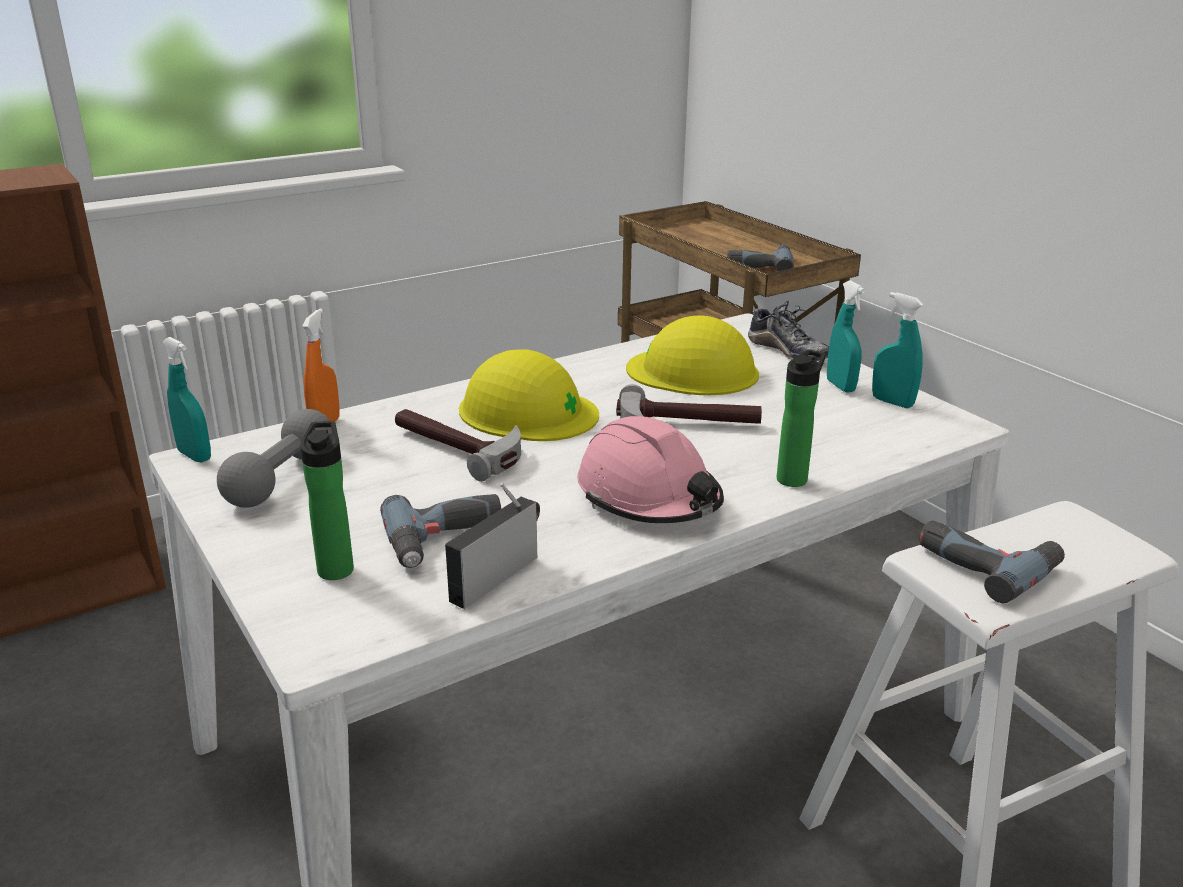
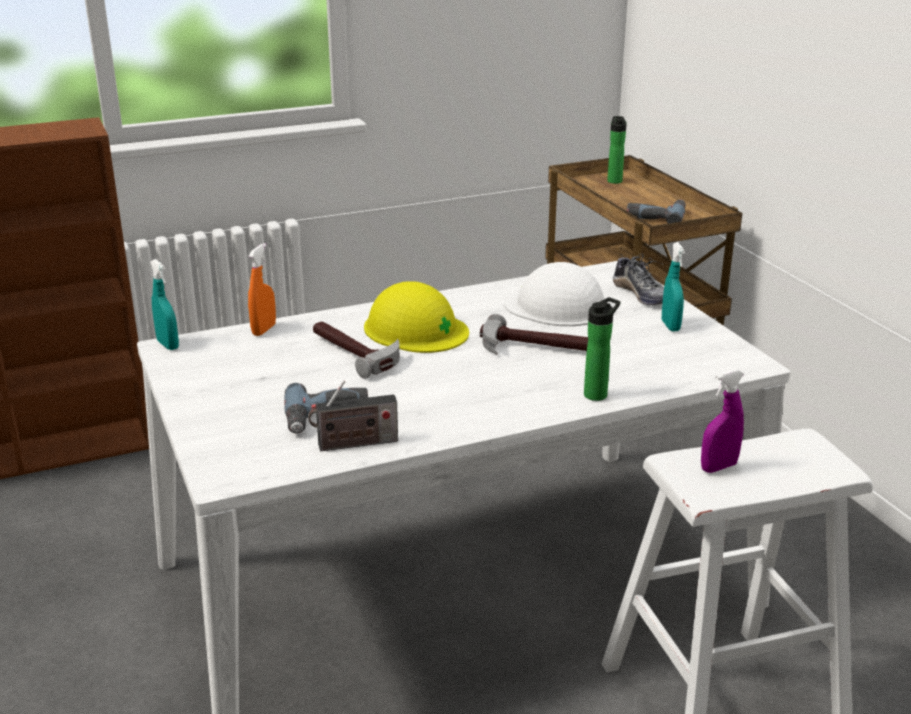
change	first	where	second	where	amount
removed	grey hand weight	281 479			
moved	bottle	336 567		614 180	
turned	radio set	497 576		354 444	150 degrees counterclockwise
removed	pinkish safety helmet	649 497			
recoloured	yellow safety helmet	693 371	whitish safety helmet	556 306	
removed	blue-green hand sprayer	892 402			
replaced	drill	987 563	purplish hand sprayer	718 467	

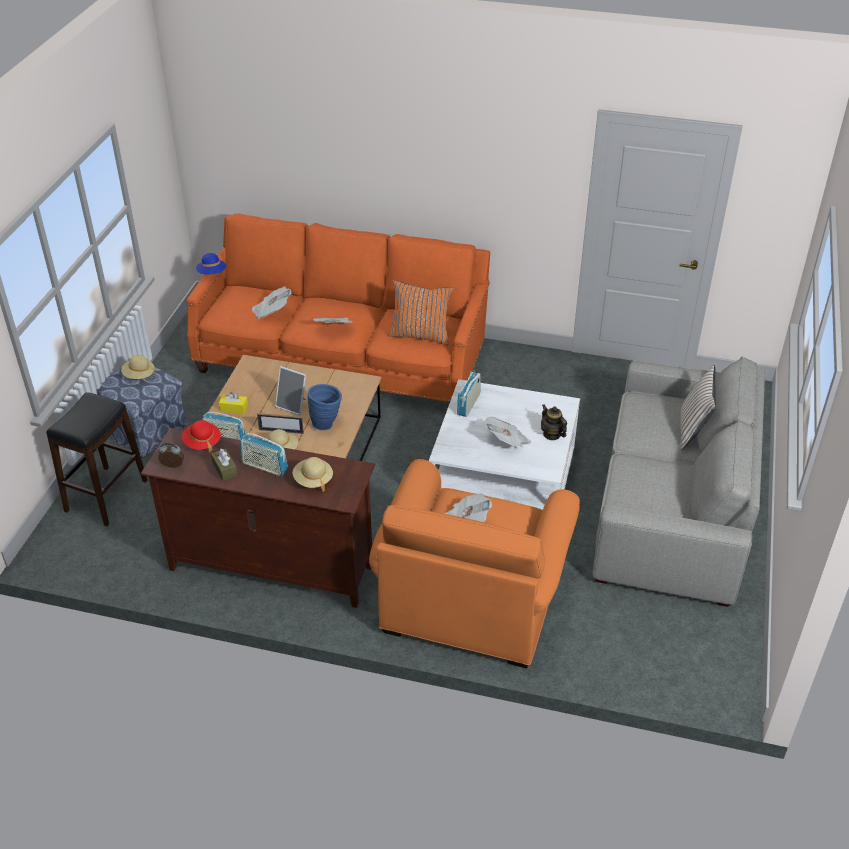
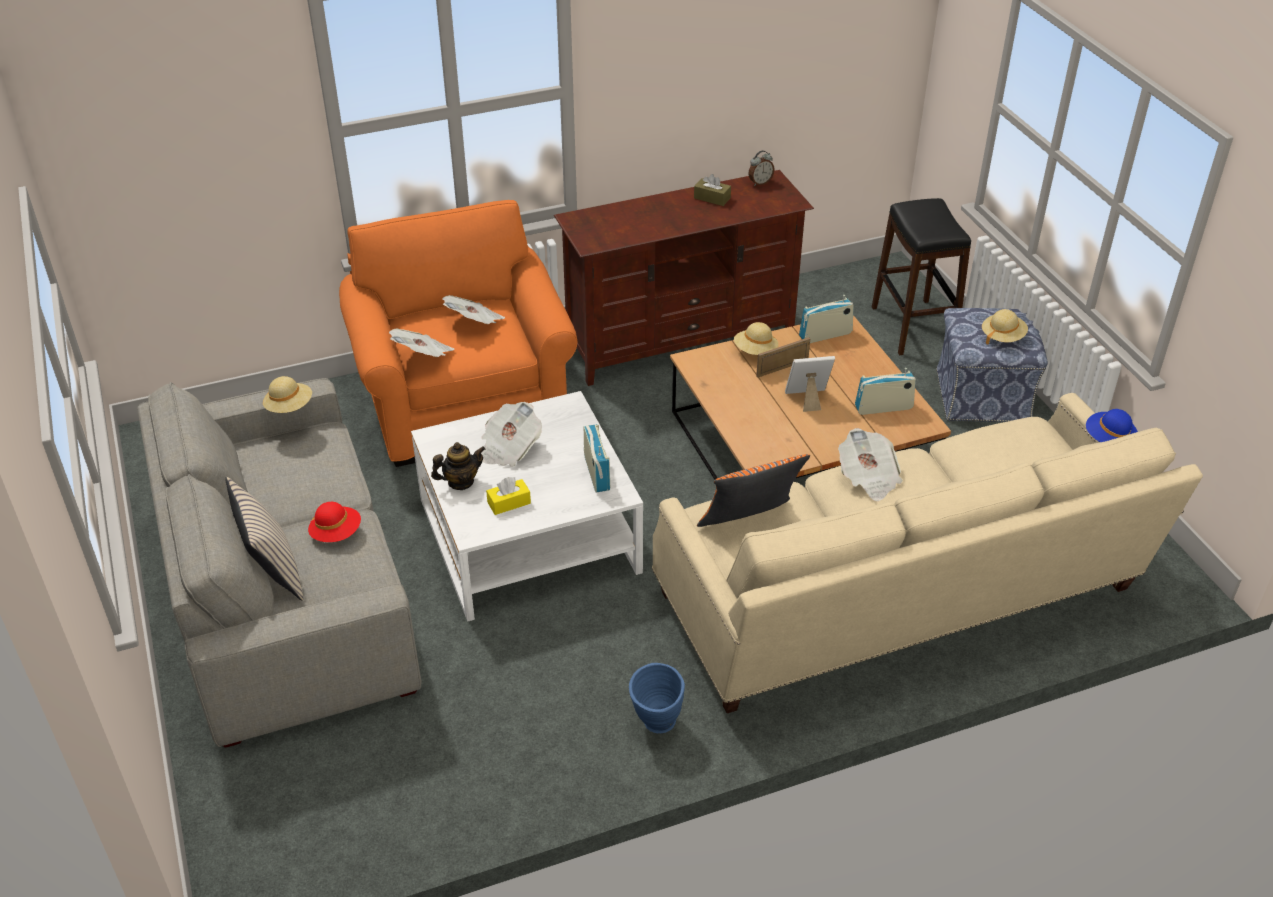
change	first	where	second	where	amount
moved	red hat	202 443		336 533	
recoloured	orange couch	343 358	beige-coloured couch	899 599	
moved	yellow tissue box	234 408		509 503	
moved	radio set	264 467		883 408	
moved	printed paper	271 311		423 356	
moved	beige-coloured hat	313 480		289 407	
moved	bluish flower vase	326 423		656 726	
turned	tea pot	552 434		460 482	45 degrees counterclockwise

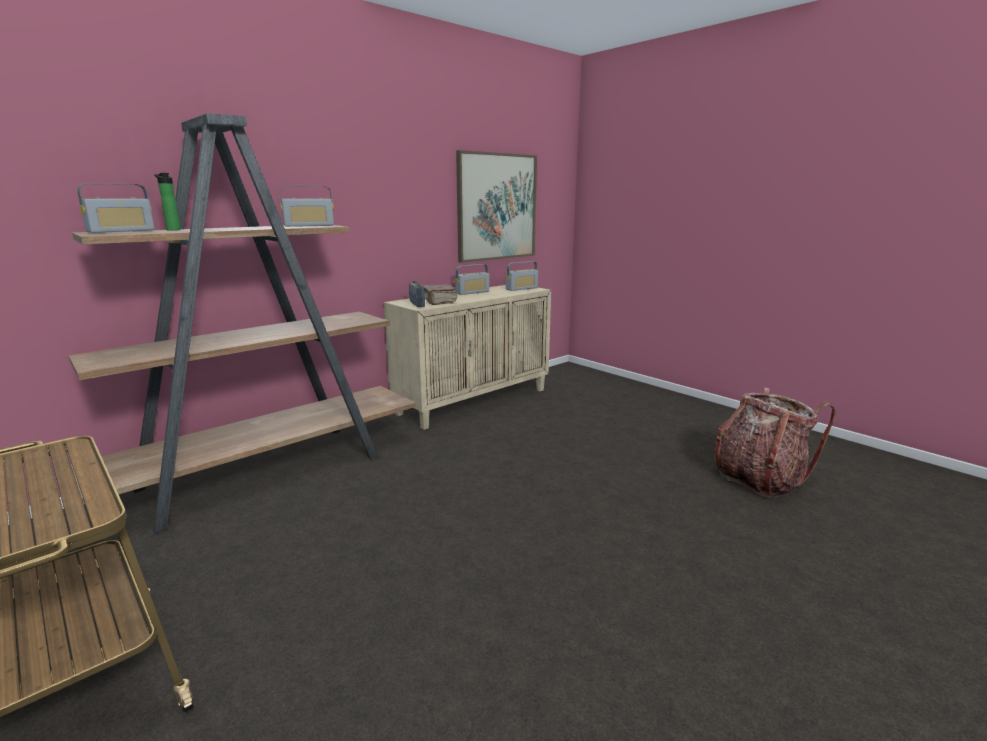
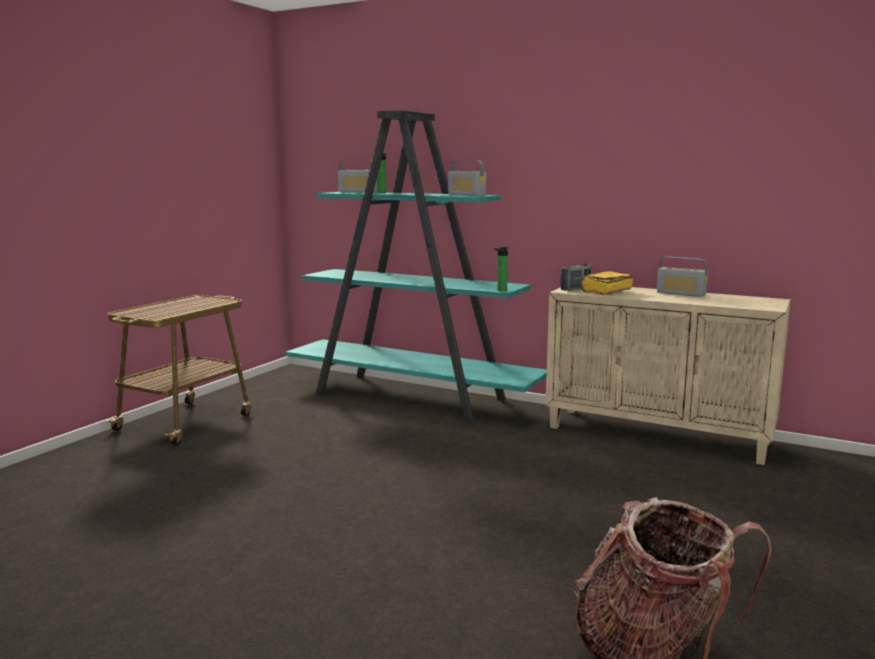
change	first	where	second	where	amount
recoloured	brown shelving unit	266 471	blue-green shelving unit	412 397	
recoloured	brown book	439 301	yellow book	606 291	
removed	wall picture	497 207			
removed	radio set	521 288			
added			bottle	500 290	

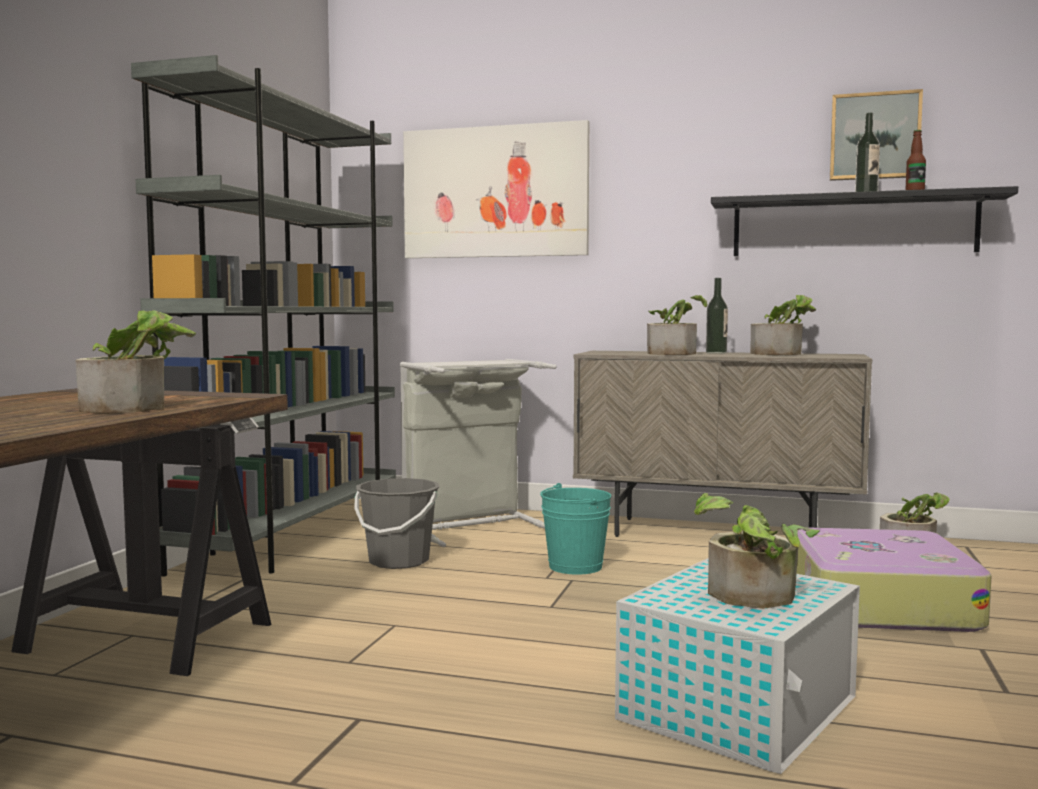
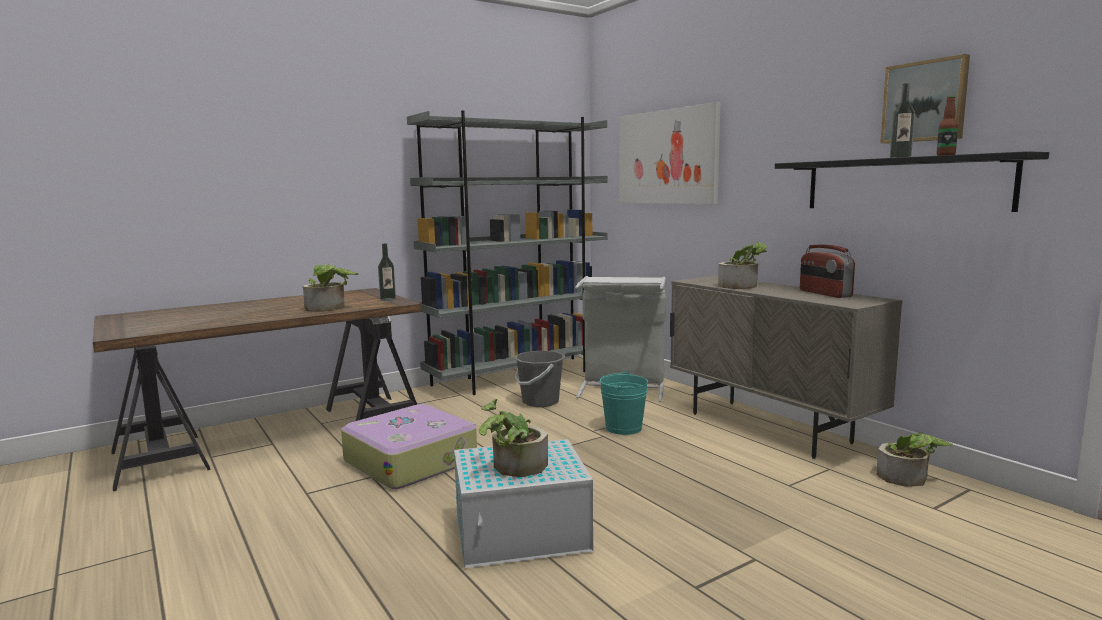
change	first	where	second	where	amount
moved	bottle	716 353		388 299	
replaced	houseplant	783 354	radio set	824 293	
moved	piece of luggage	879 603		411 460	

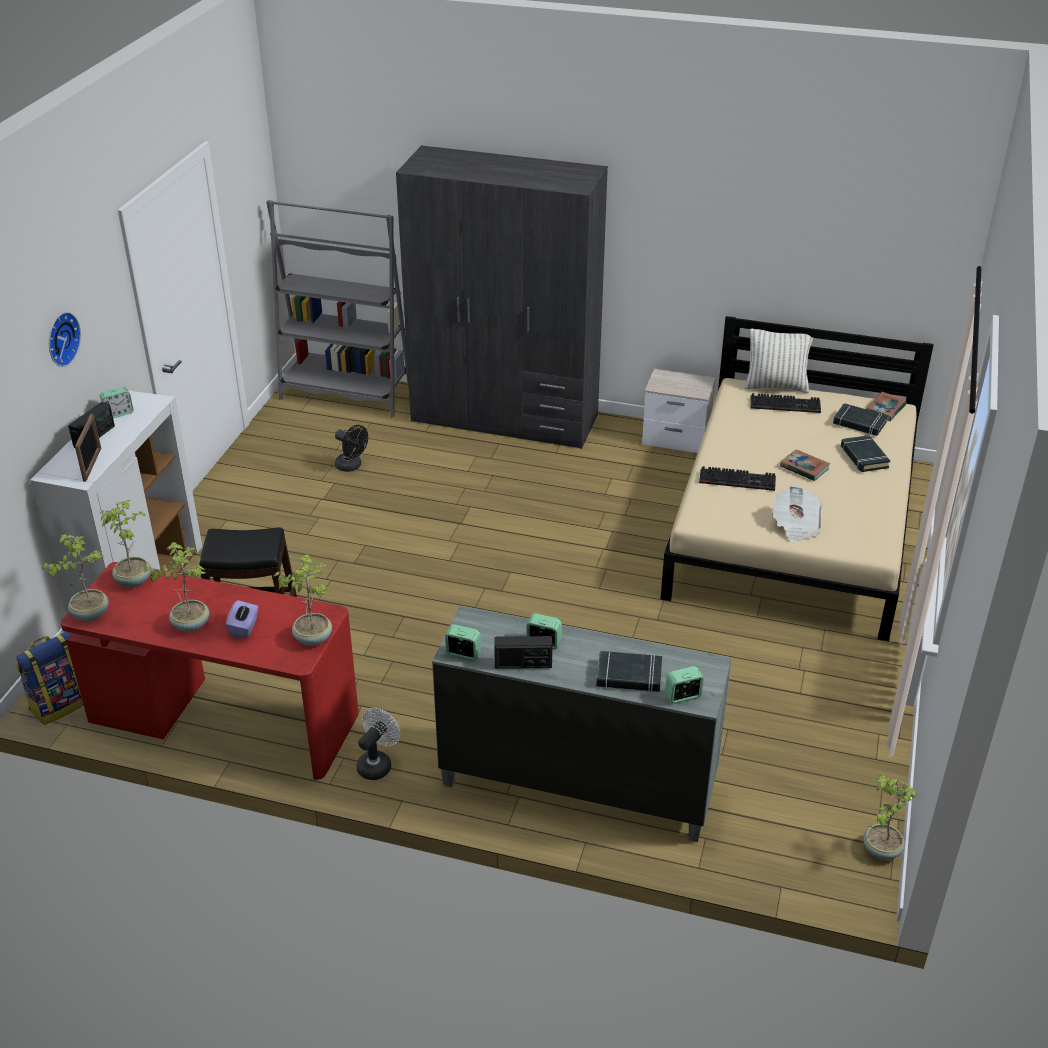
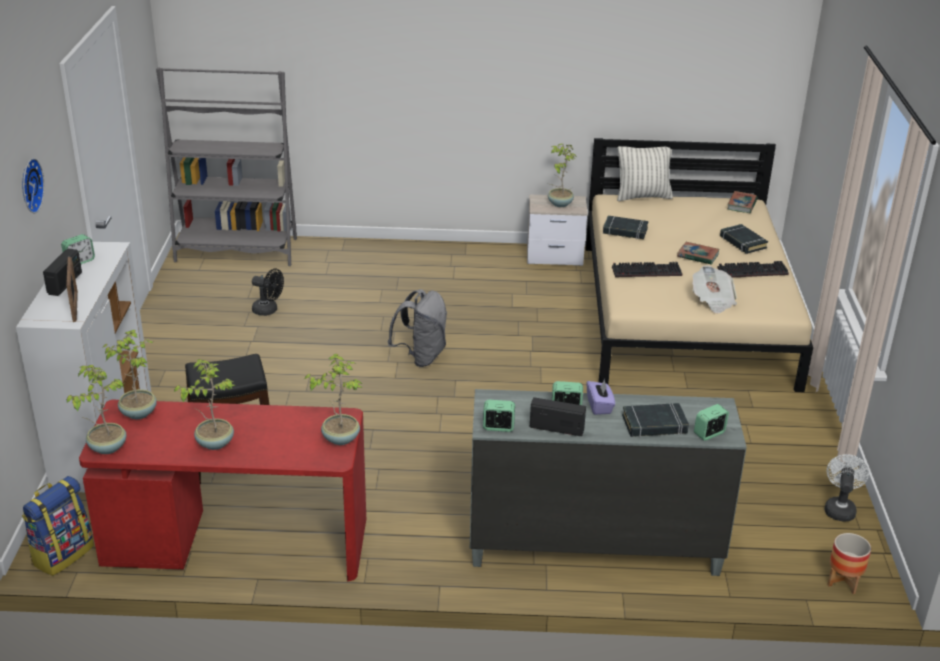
change	first	where	second	where	amount
moved	purplish tissue box	244 628		599 406	
moved	whitish electric fan	377 764		839 508	
removed	grey wardrobe	505 418			
turned	radio set	523 664		556 428	150 degrees counterclockwise
moved	computer keyboard	786 404		753 271	
moved	black book	859 423		625 231	
moved	houseplant	880 850		559 204	
added			grey backpack	421 356	
added			flower pot	843 581	

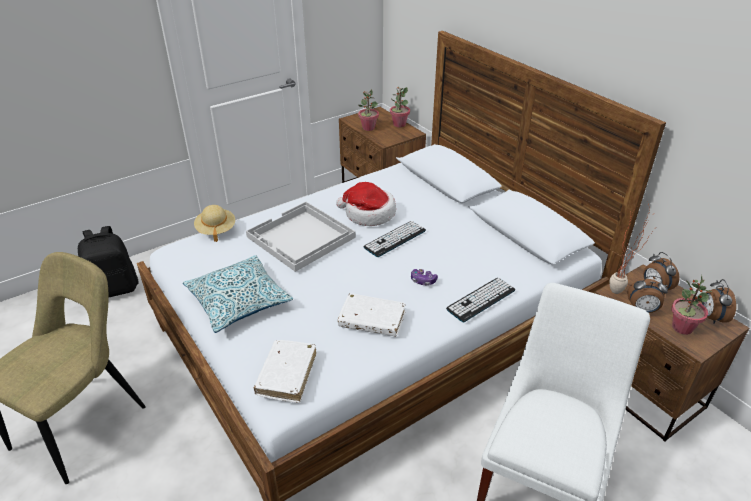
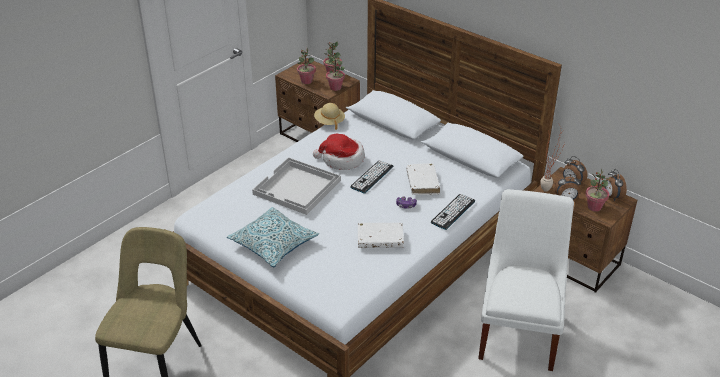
change	first	where	second	where	amount
removed	black backpack	114 289			
moved	beige-coloured hat	216 230		329 122	
moved	whitish book	287 375		422 183	
added			houseplant	335 88	

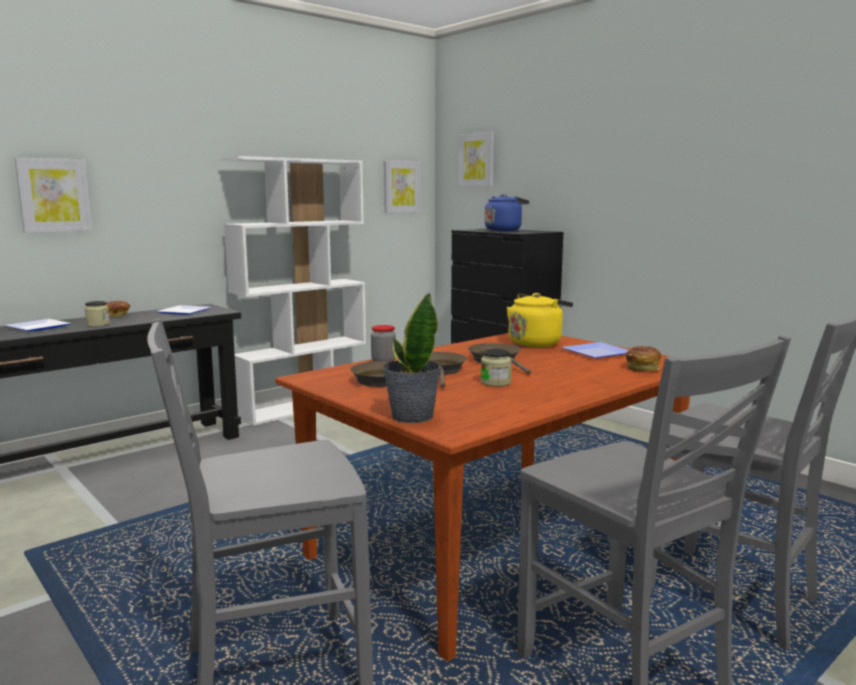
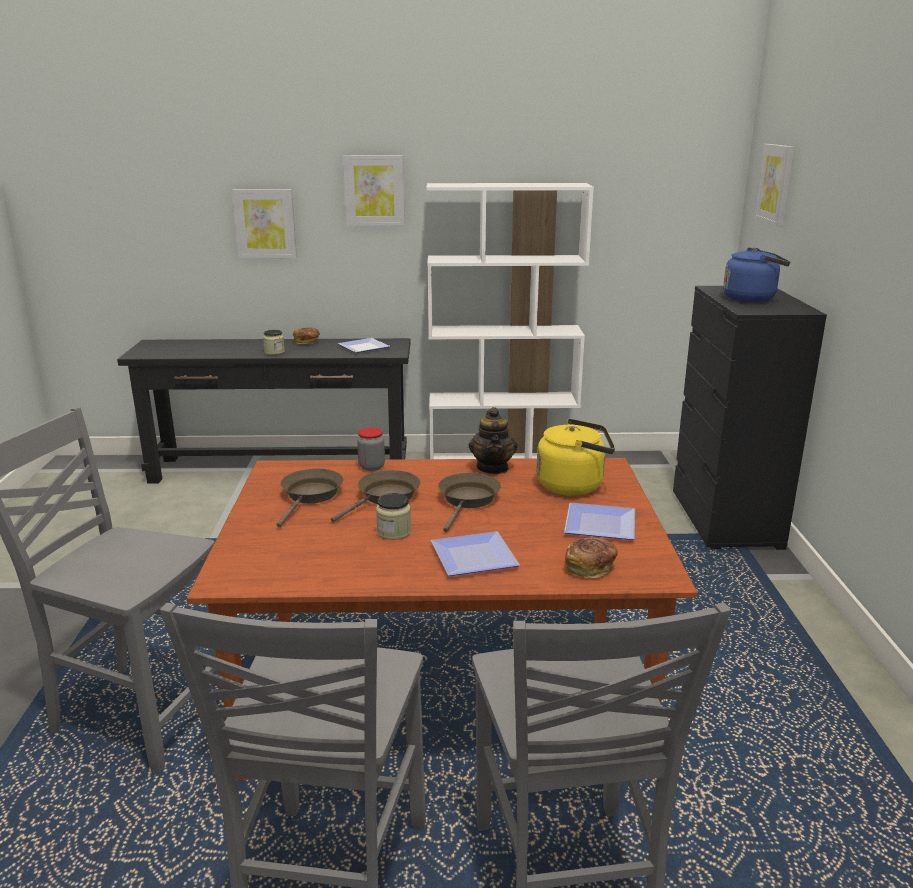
change	first	where	second	where	amount
moved	flat dish	39 327		475 555	
removed	houseplant	411 416			
moved	wall picture	401 187		374 190	
added			tea pot	493 468	

